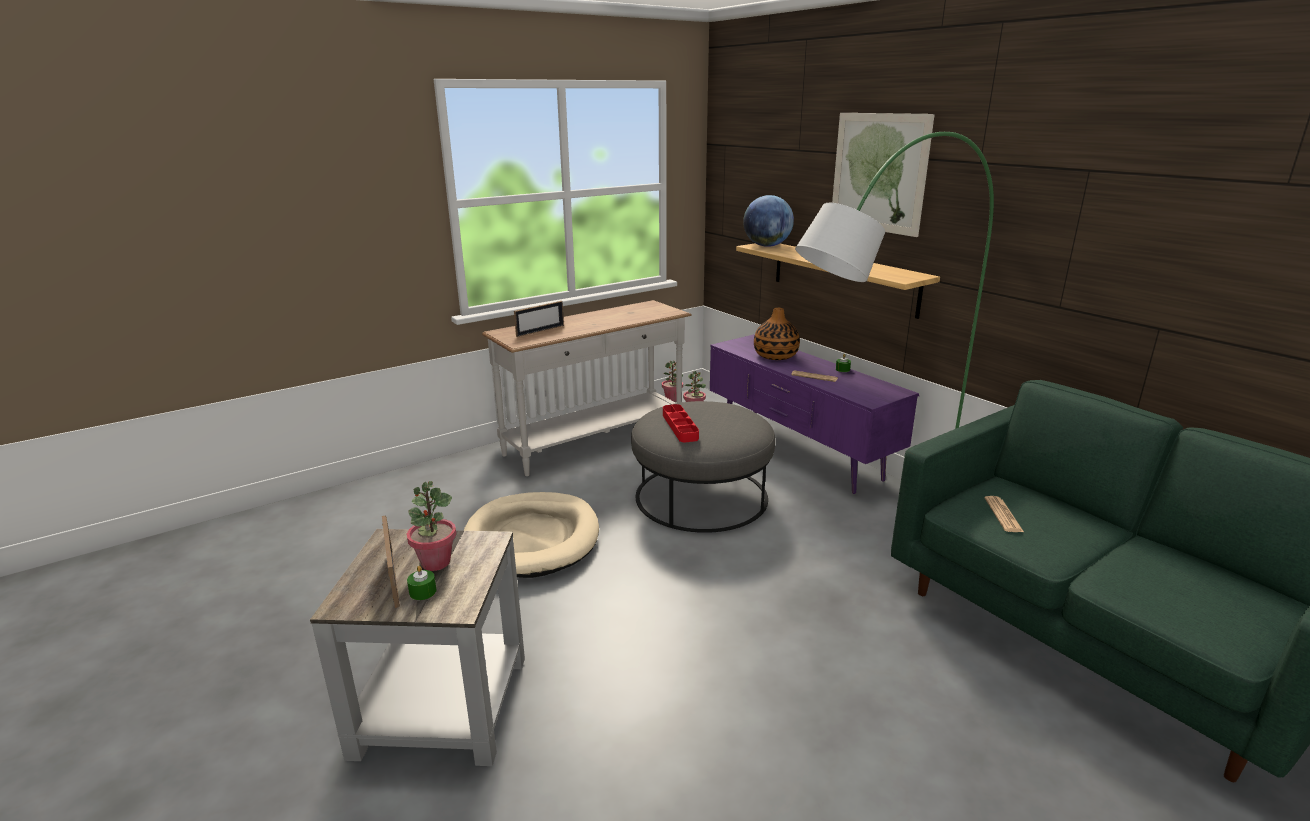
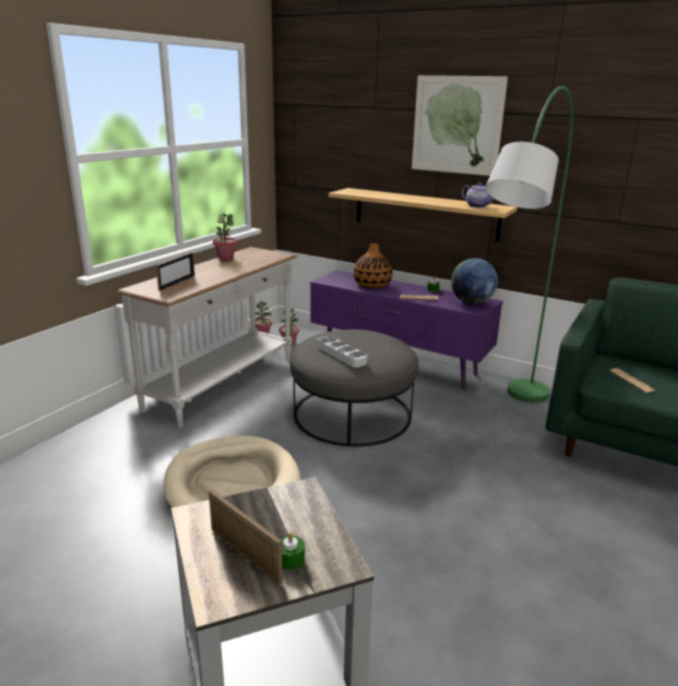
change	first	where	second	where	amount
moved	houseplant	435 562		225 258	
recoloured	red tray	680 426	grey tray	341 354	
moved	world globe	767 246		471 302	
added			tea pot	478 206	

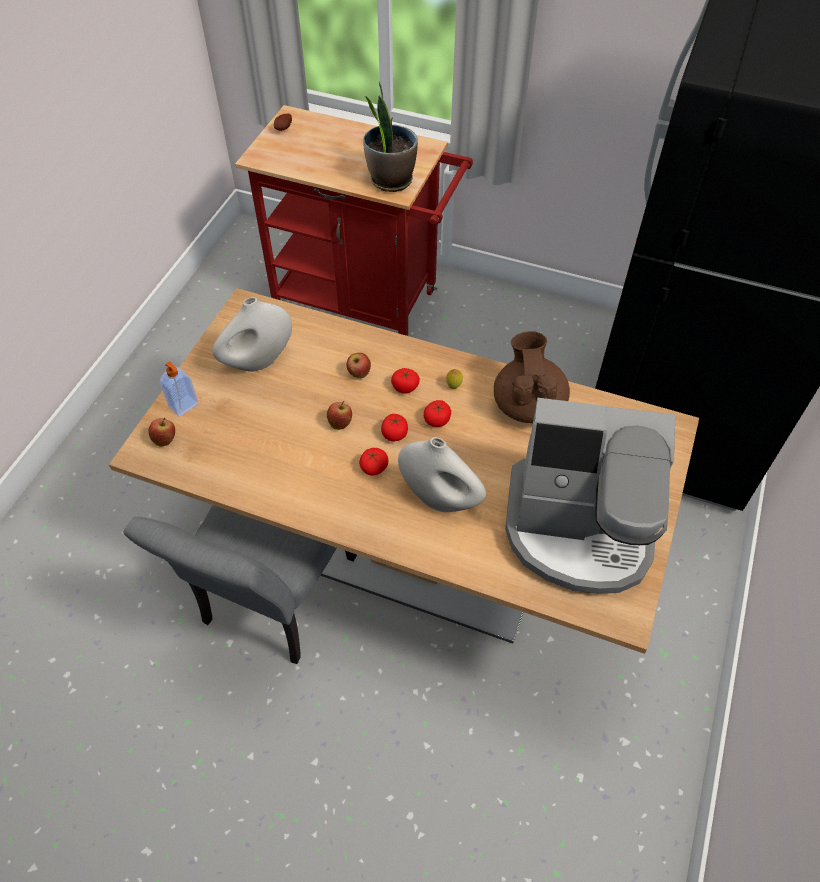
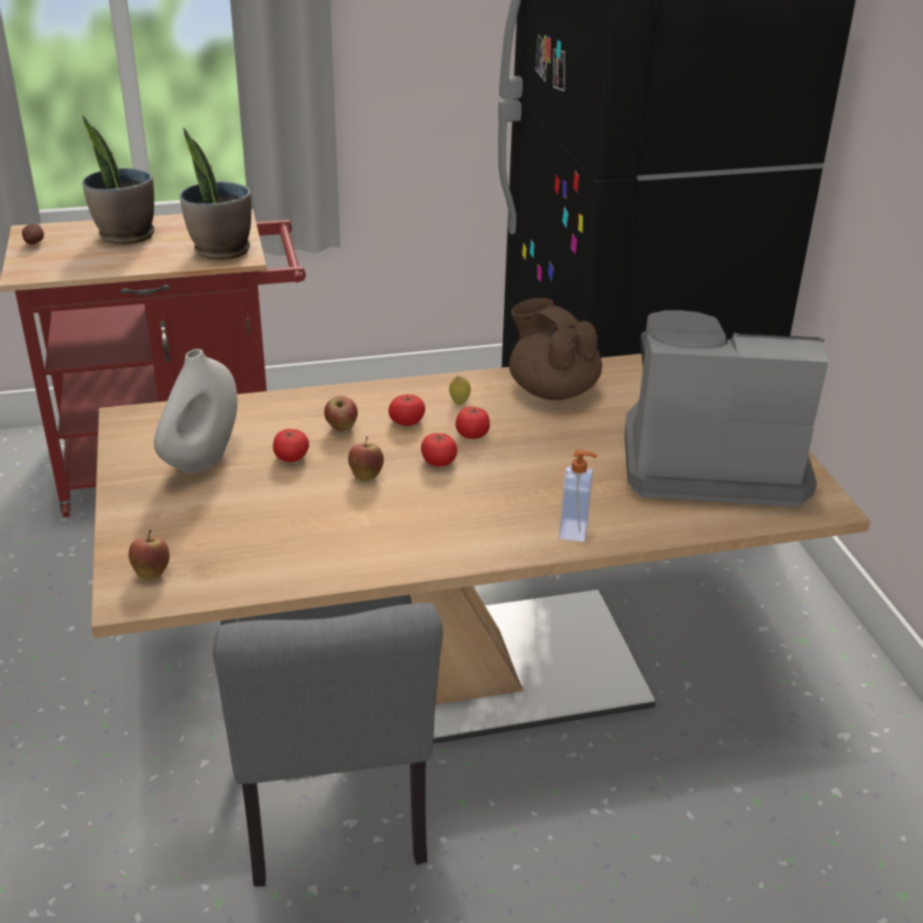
change	first	where	second	where	amount
moved	soap dispenser	184 406		575 530	
moved	fresh tomato	374 467		291 457	
removed	whitish flower vase	440 498			
turned	coffee maker	579 529		709 460	150 degrees counterclockwise
added			houseplant	125 235	

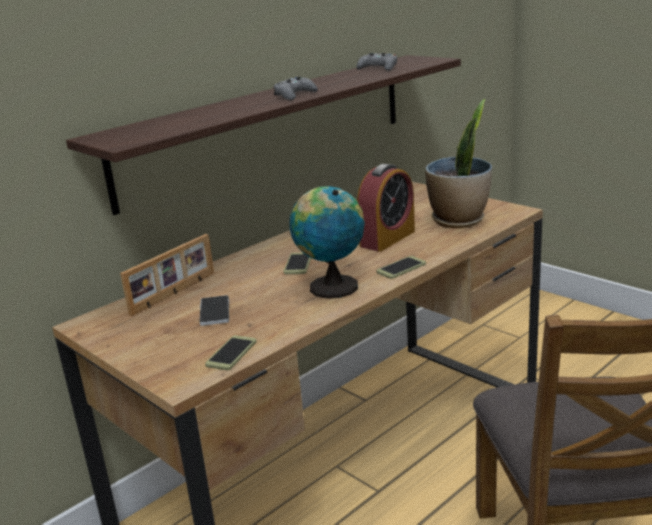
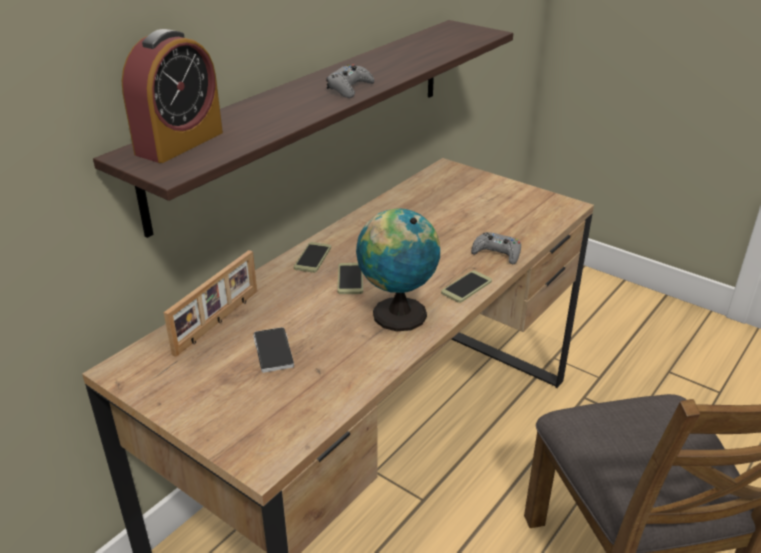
change	first	where	second	where	amount
moved	phone	231 353		312 258	
moved	grey joypad	378 68		497 253	
moved	bedside clock	387 238		179 143	
removed	houseplant	459 220			

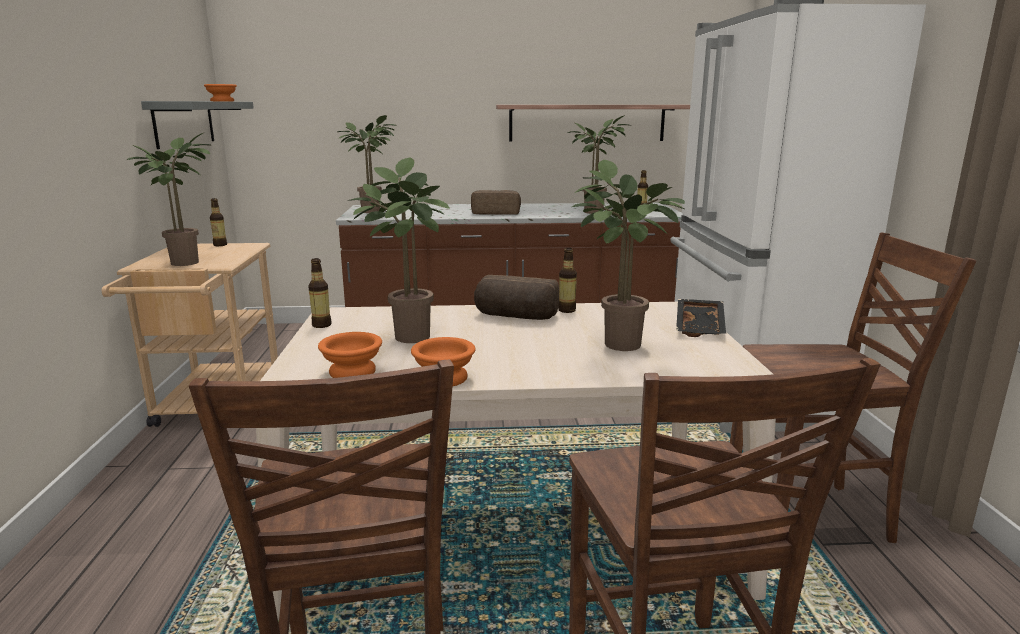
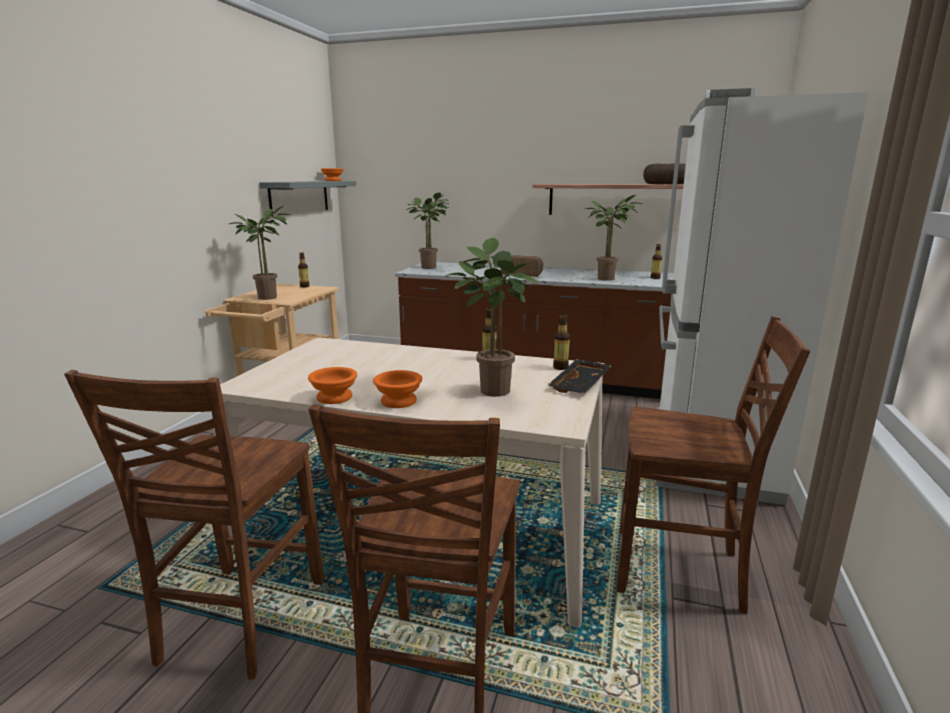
change	first	where	second	where	amount
moved	bottle	321 325		560 367	
moved	orange bowl	354 371		400 401	
removed	houseplant	407 336			
moved	bread	515 316		664 184	

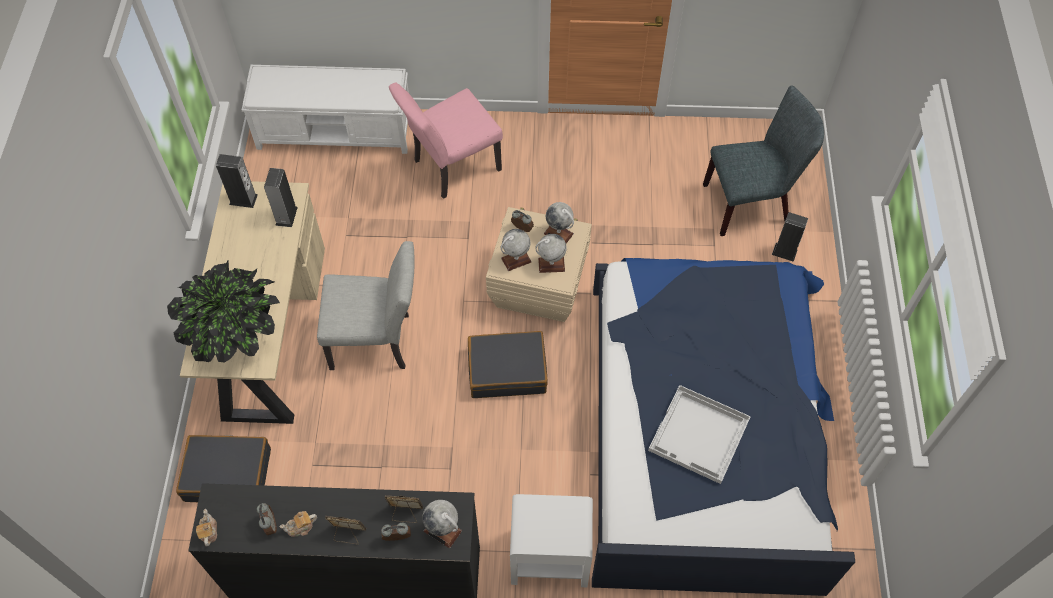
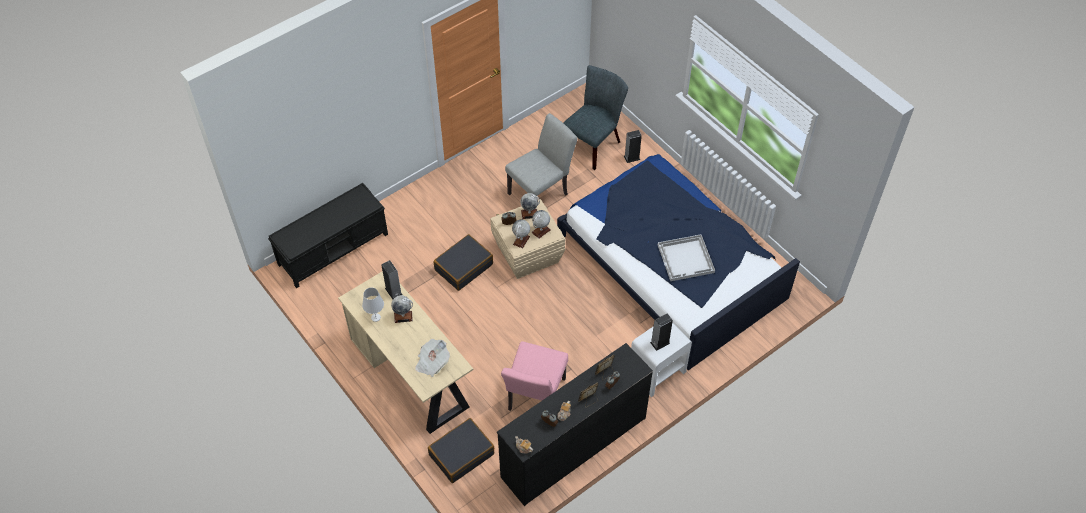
change	first	where	second	where	amount
replaced	houseplant	237 335	printed paper	432 362	
moved	audio speaker	243 199		660 343	
recoloured	whitish bench	336 131	black bench	334 248	
moved	grey plain chair	377 341		541 192	
moved	pinkish plain chair	451 168		534 398	
moved	world globe	443 531		403 316	
moved	black piece of luggage	507 370		463 267	
added			whitish lamp for a table	375 317	

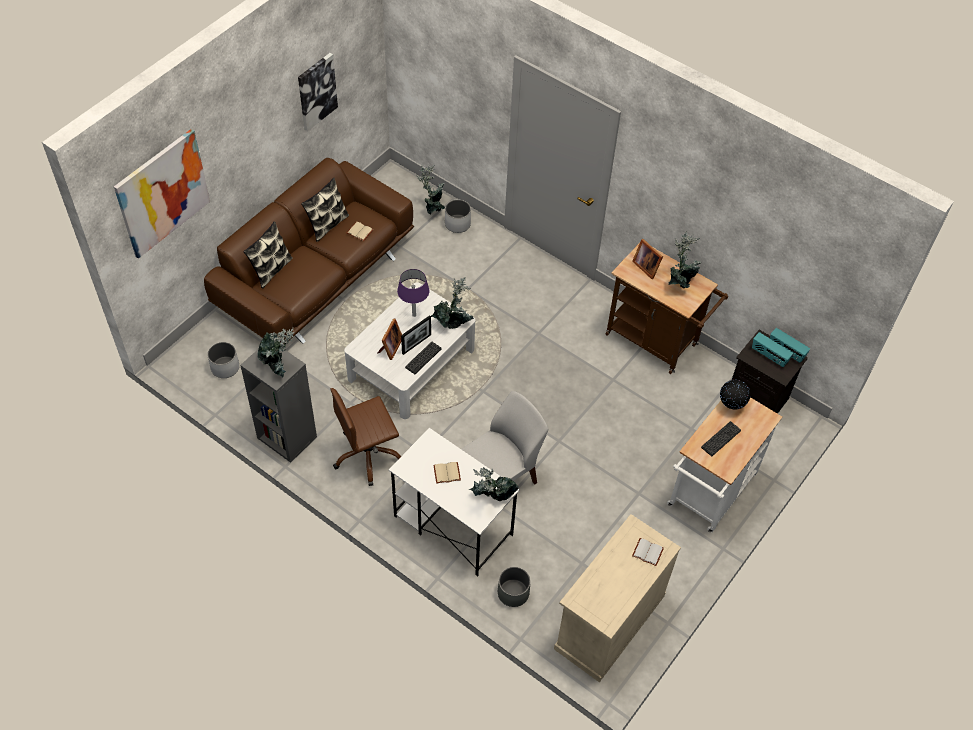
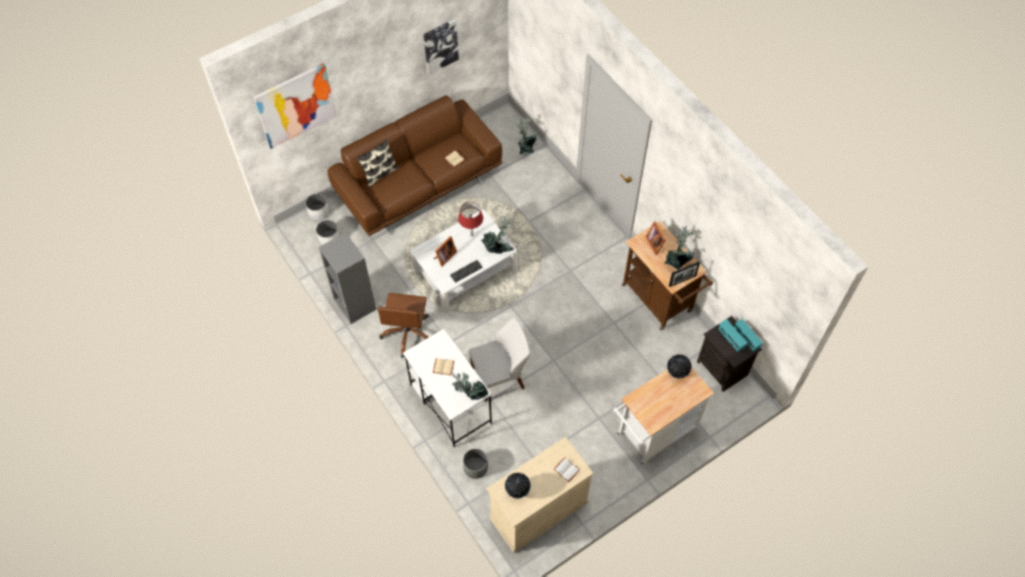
change	first	where	second	where	amount
removed	houseplant	278 366			
removed	throw pillow	327 224			
turned	brown computer chair	368 455		408 333	75 degrees counterclockwise
recoloured	purplish lamp for a table	414 315	red lamp for a table	471 235	
moved	photo frame	416 344		682 280	
moved	whitish flower pot	457 224		319 212	
removed	computer keyboard	721 439			
added			world globe	517 491	

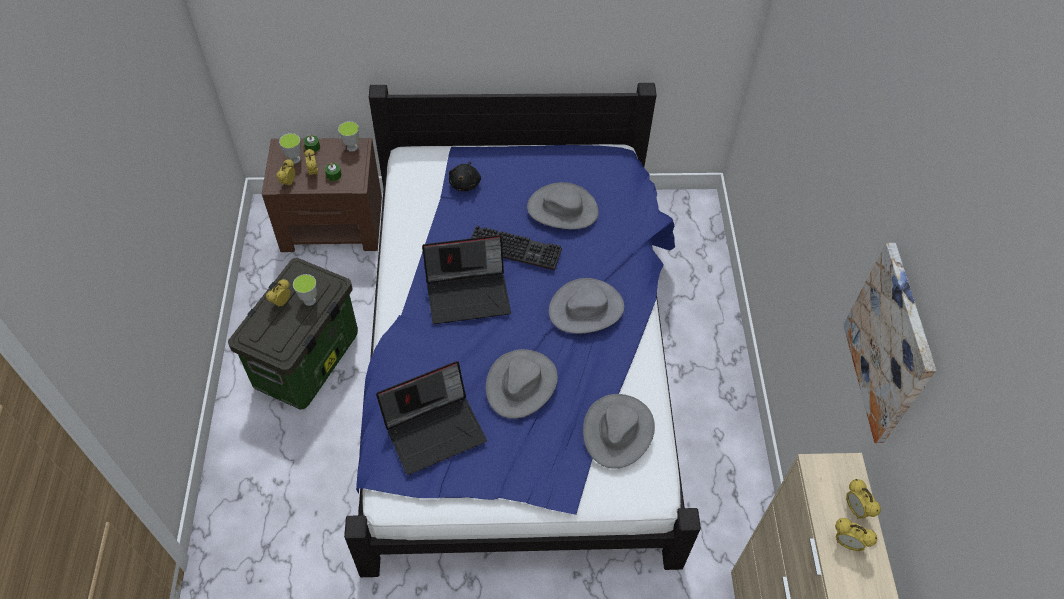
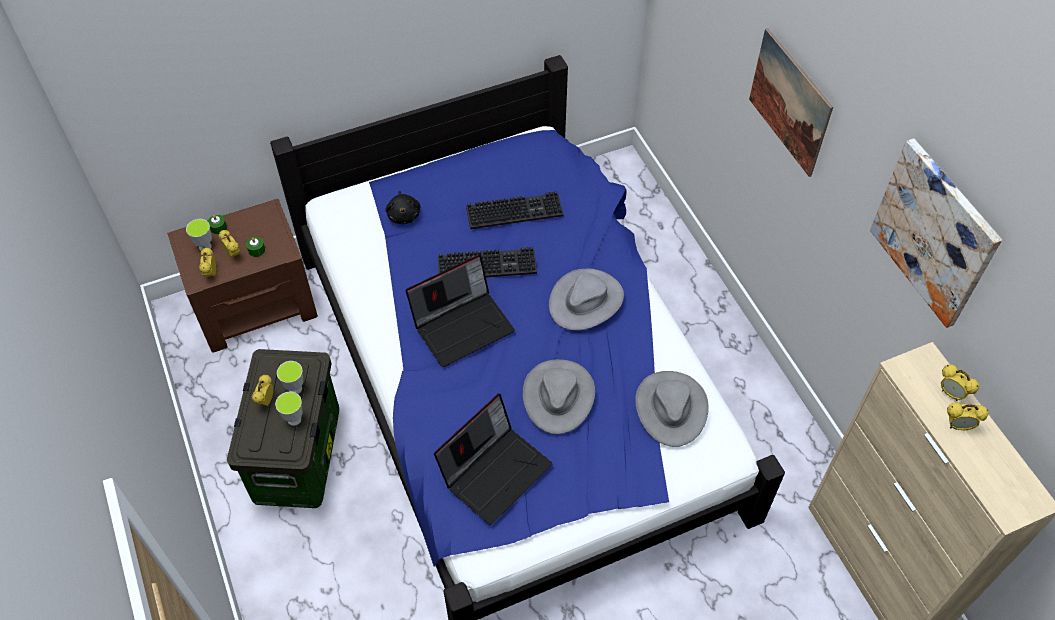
change	first	where	second	where	amount
moved	cup	352 147		294 419	
replaced	grey hat	562 209	computer keyboard	515 210	
added			wall picture	789 102	

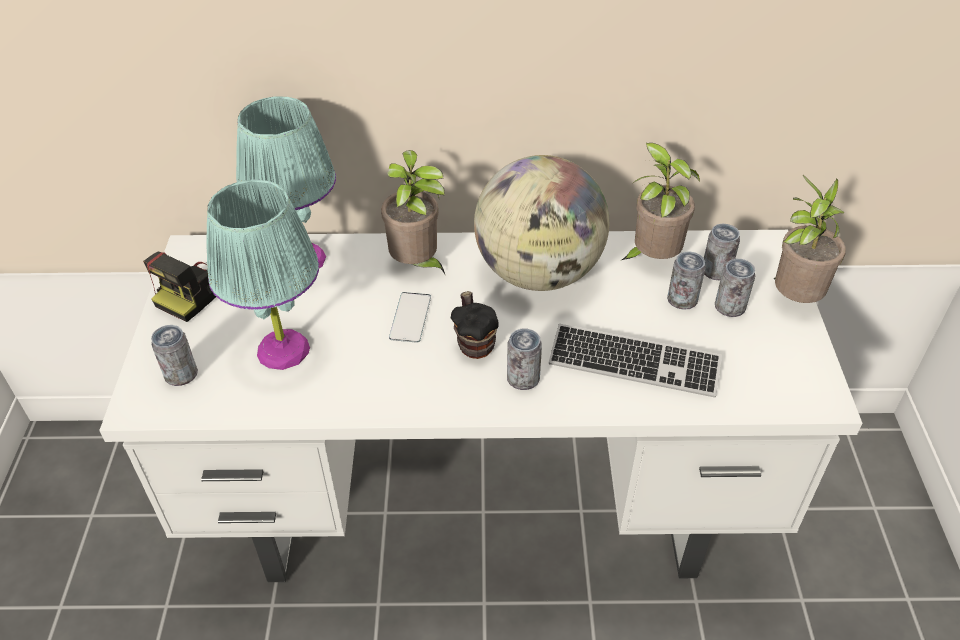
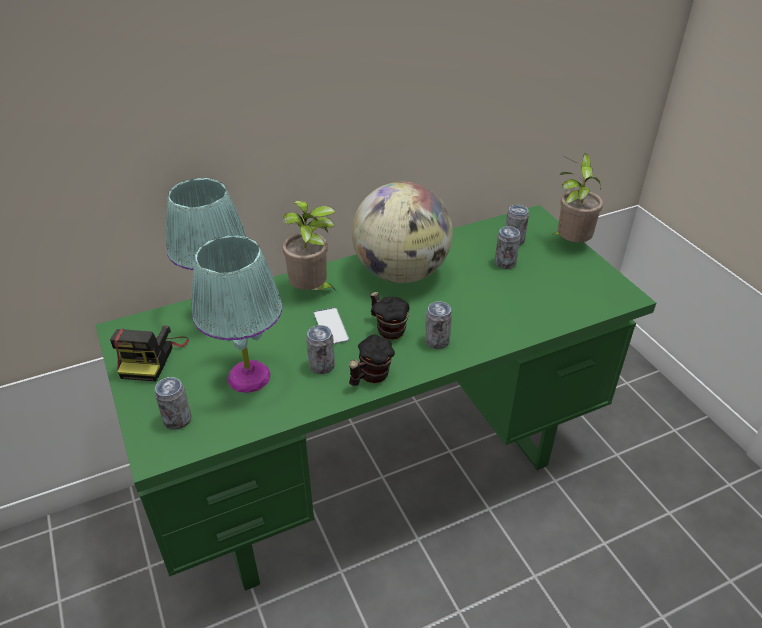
change	first	where	second	where	amount
recoloured	whitish desk	483 507	green-coloured desk	381 474	
removed	computer keyboard	634 363			
removed	houseplant	651 259			
moved	can	729 307		321 366	
added			mug	370 377	

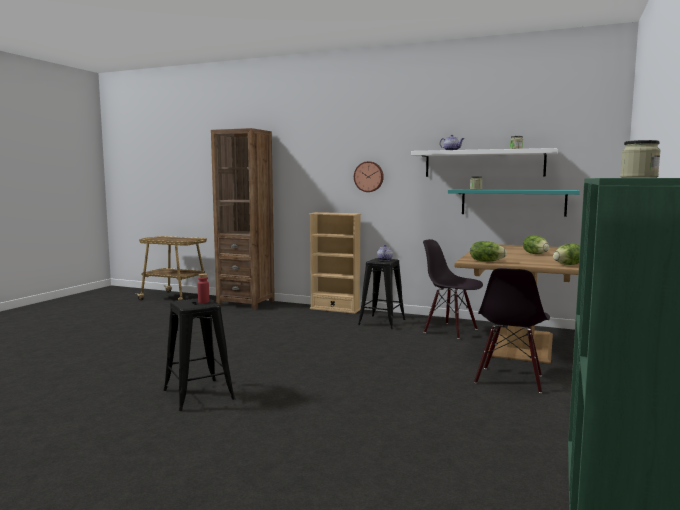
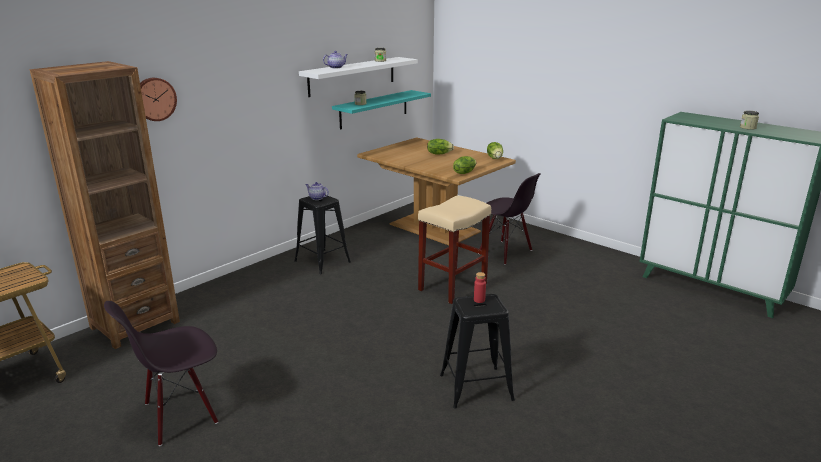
change	first	where	second	where	amount
removed	beige-coloured shelving unit	335 309			
moved	clock on the wall	369 176		154 99	
moved	black plain chair	451 330		180 414	
added			beige-coloured sitting stool	453 286	

